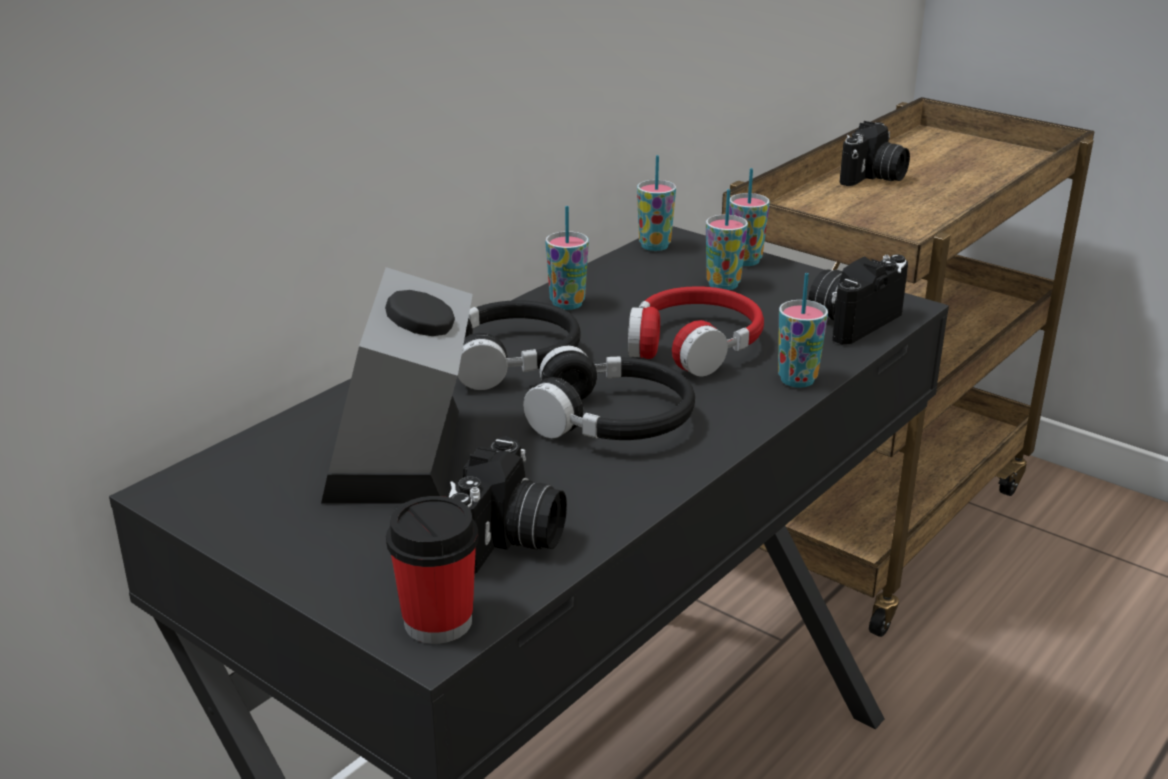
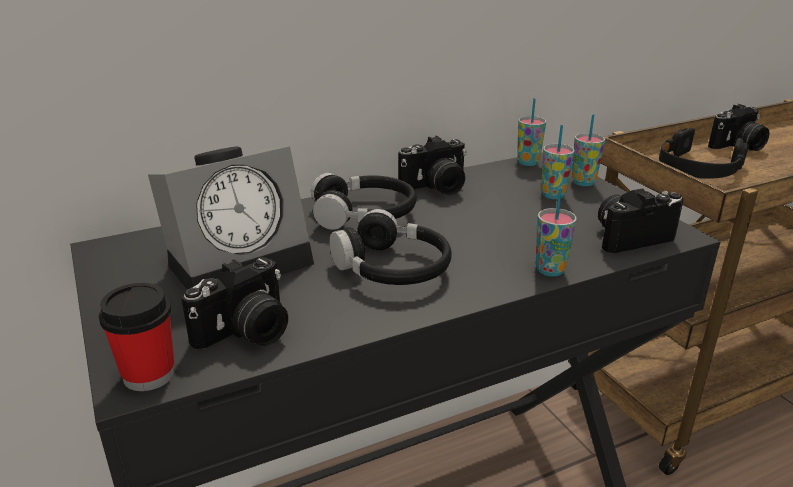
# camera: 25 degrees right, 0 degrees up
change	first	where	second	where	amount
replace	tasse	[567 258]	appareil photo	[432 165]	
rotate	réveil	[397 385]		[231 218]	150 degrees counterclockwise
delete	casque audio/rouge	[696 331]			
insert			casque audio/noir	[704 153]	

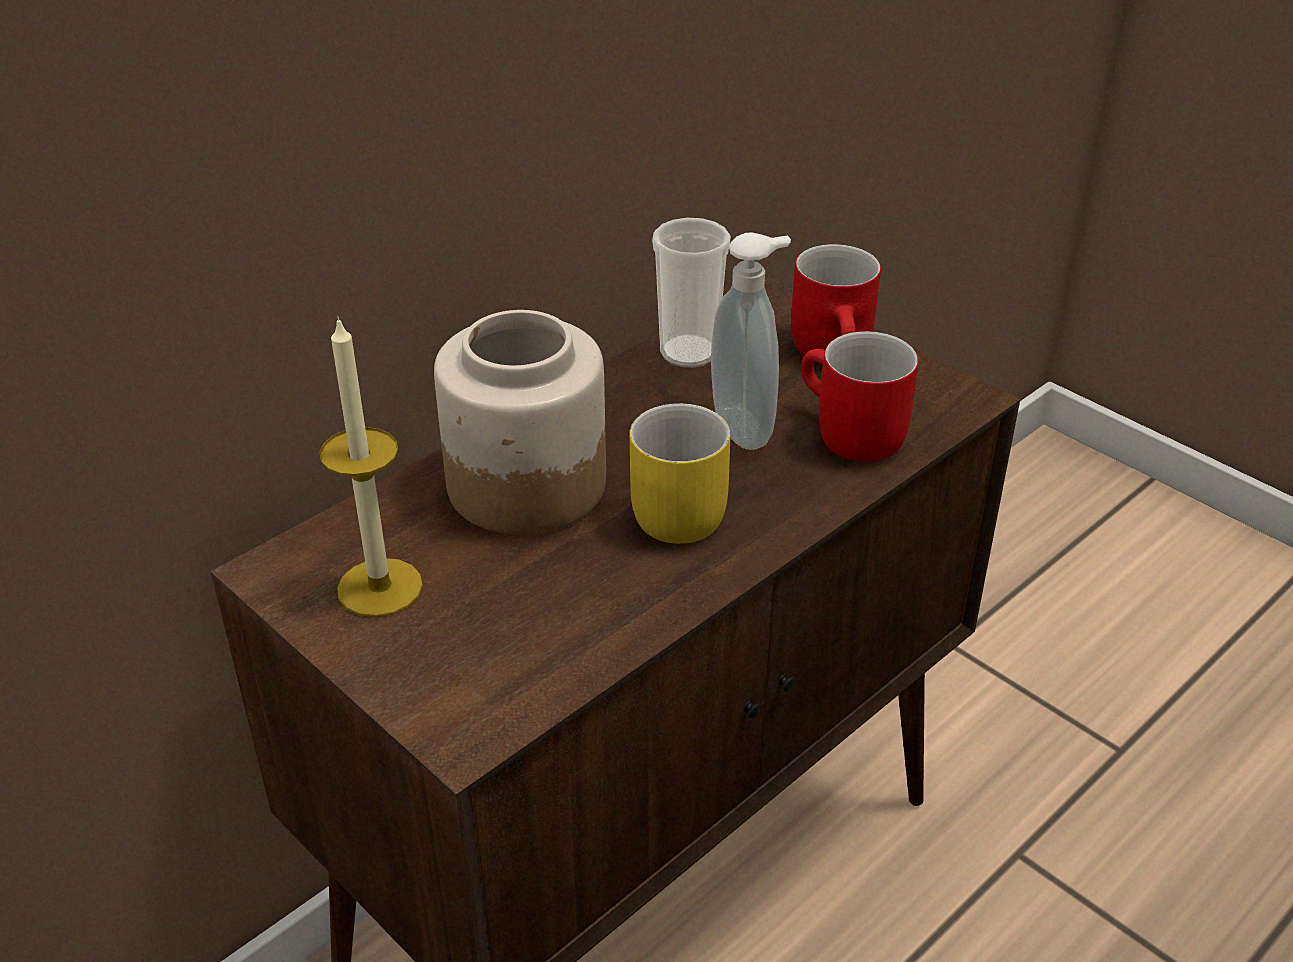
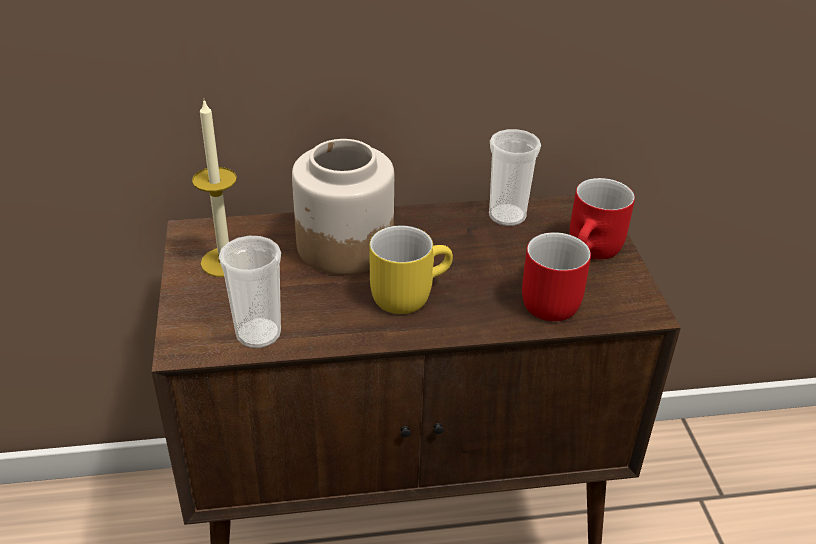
# camera: 35 degrees right, 0 degrees up
change	first	where	second	where	amount
delete	distributeur de savon	[751 341]			
insert			tasse	[250 292]	

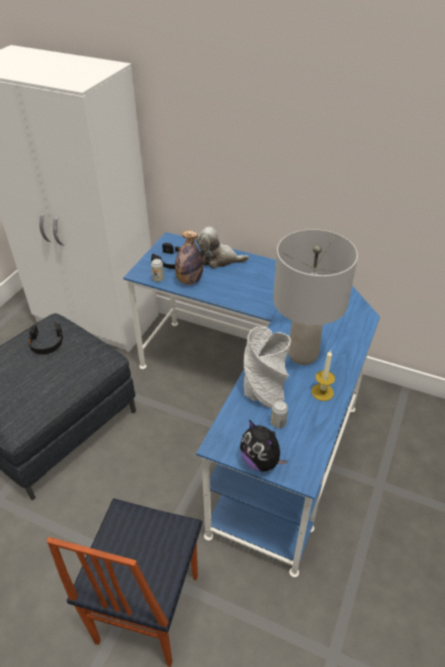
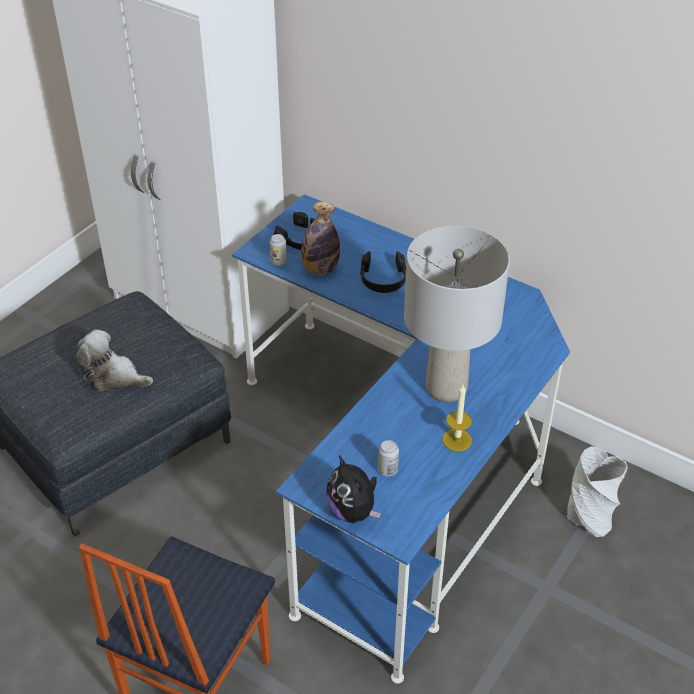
# camera: 10 degrees right, 0 degrees up
change	first	where	second	where	amount
move	peluche	[222 247]		[114 360]	
move	casque audio/noir	[45 338]		[383 272]	
move	vase/gris	[267 368]		[597 491]	

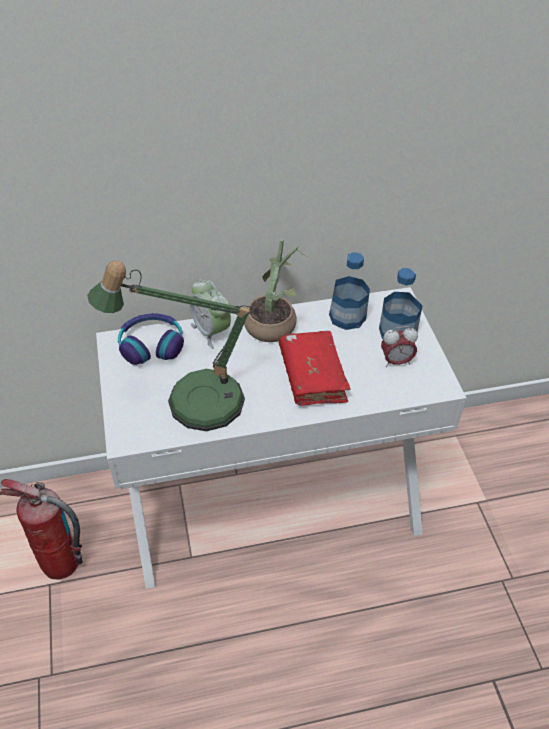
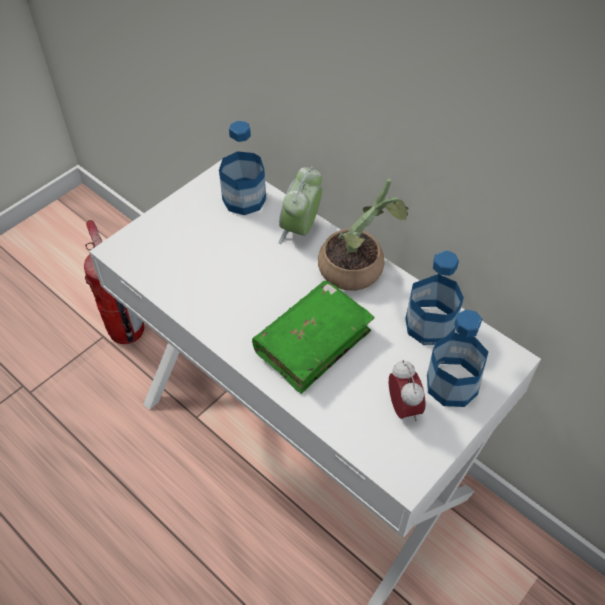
# camera: 55 degrees right, 5 degrees up
change	first	where	second	where	amount
delete	lampe de table	[171 345]			
replace	casque audio	[151 339]	bouteille	[242 168]	
rotate	réveil	[399 346]		[407 390]	150 degrees counterclockwise
recolor	livre/rouge	[315 368]	livre/vert	[313 337]	

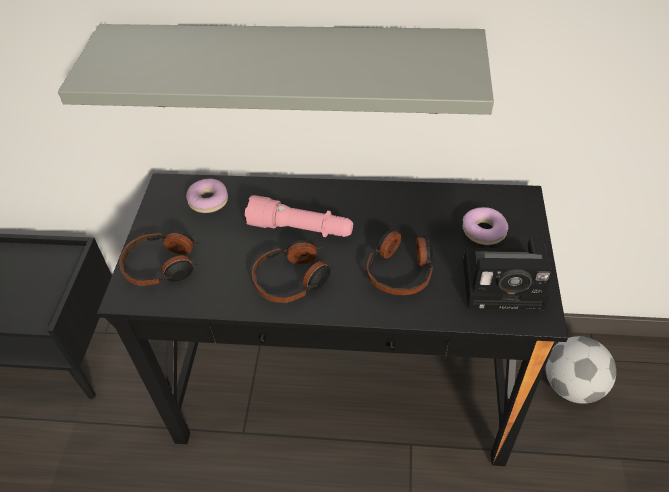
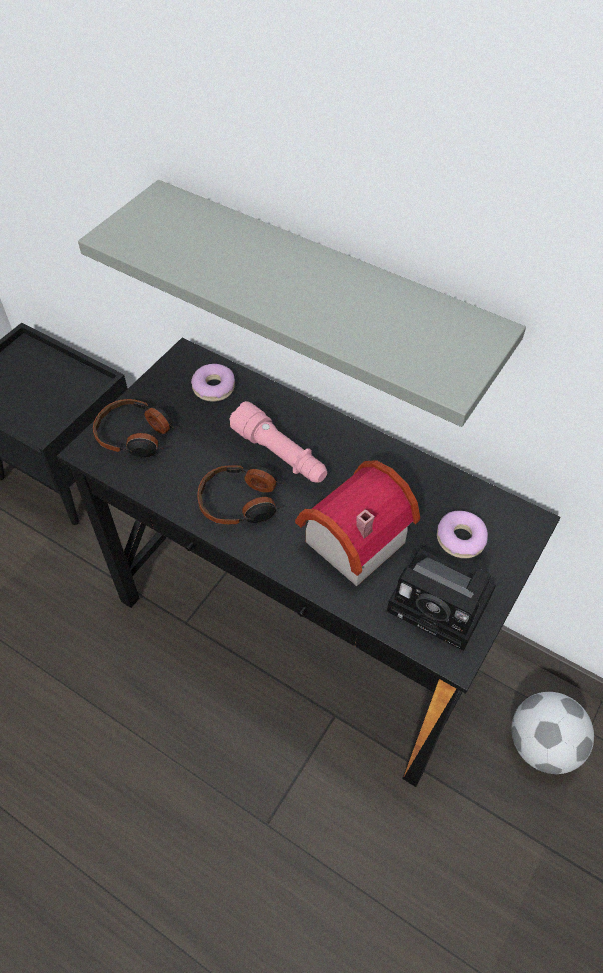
# camera: 25 degrees right, 5 degrees up
change	first	where	second	where	amount
replace	casque audio	[400 262]	maison miniature	[357 523]	

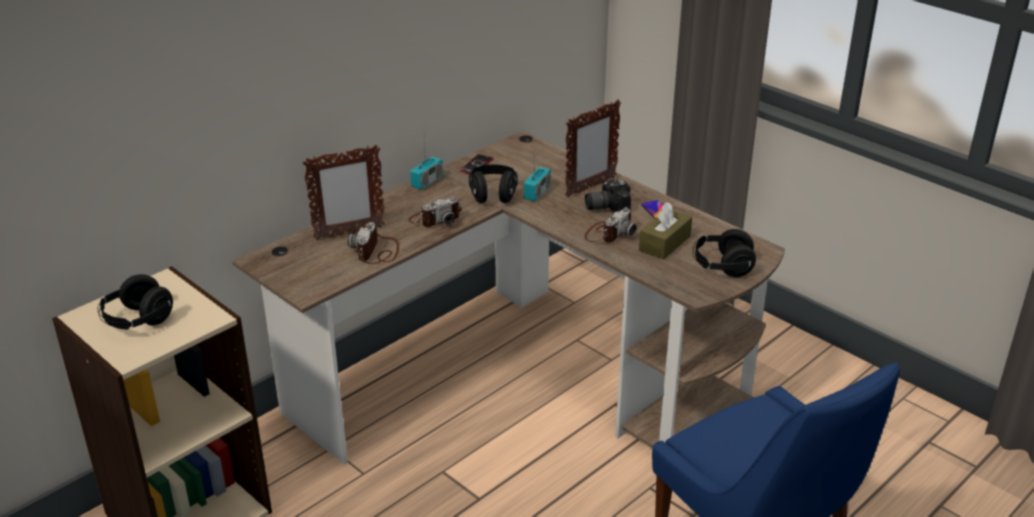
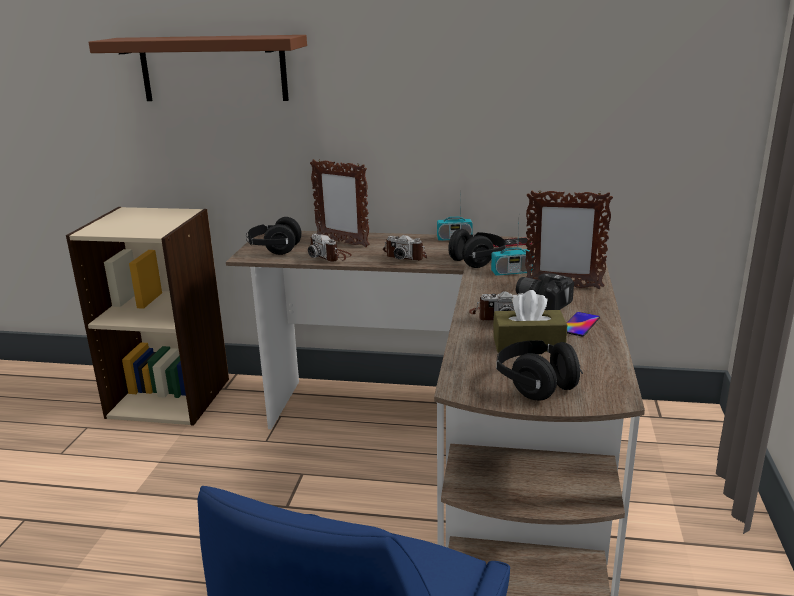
# camera: 55 degrees right, 10 degrees down
change	first	where	second	where	amount
rotate	appareil photo	[373 243]		[330 248]	105 degrees counterclockwise
move	casque audio/noir	[135 302]		[274 236]	
insert			étagère/marron	[197 68]	

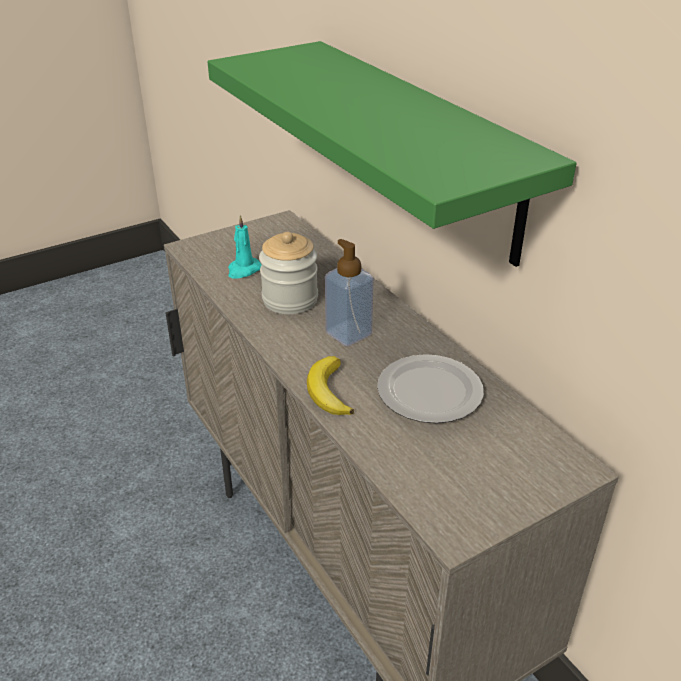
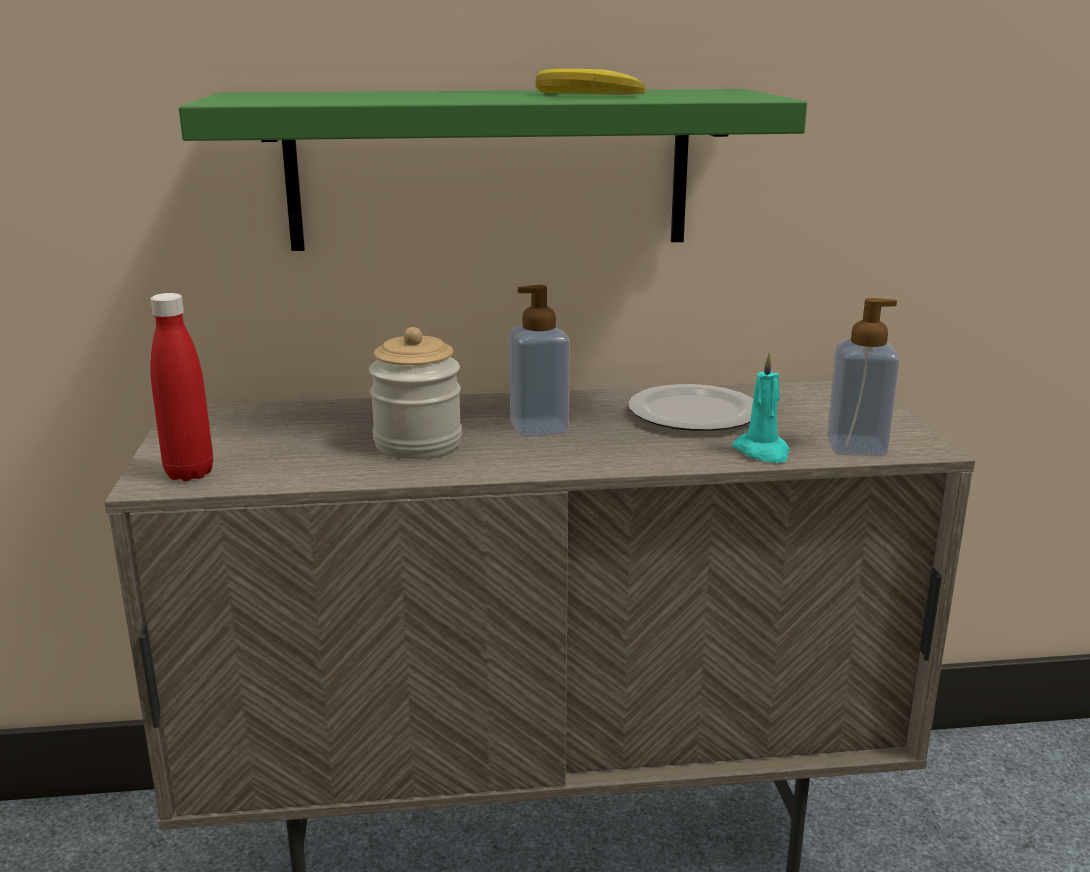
# camera: 65 degrees left, 15 degrees down
change	first	where	second	where	amount
move	bougie/turquoise	[244 247]		[761 407]	
move	banane	[330 385]		[590 82]	
insert			bouteille/rouge	[181 387]	
insert			distributeur de savon	[863 377]	

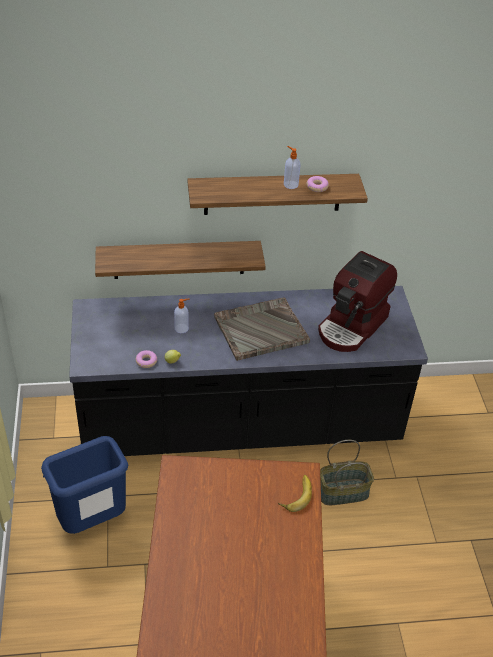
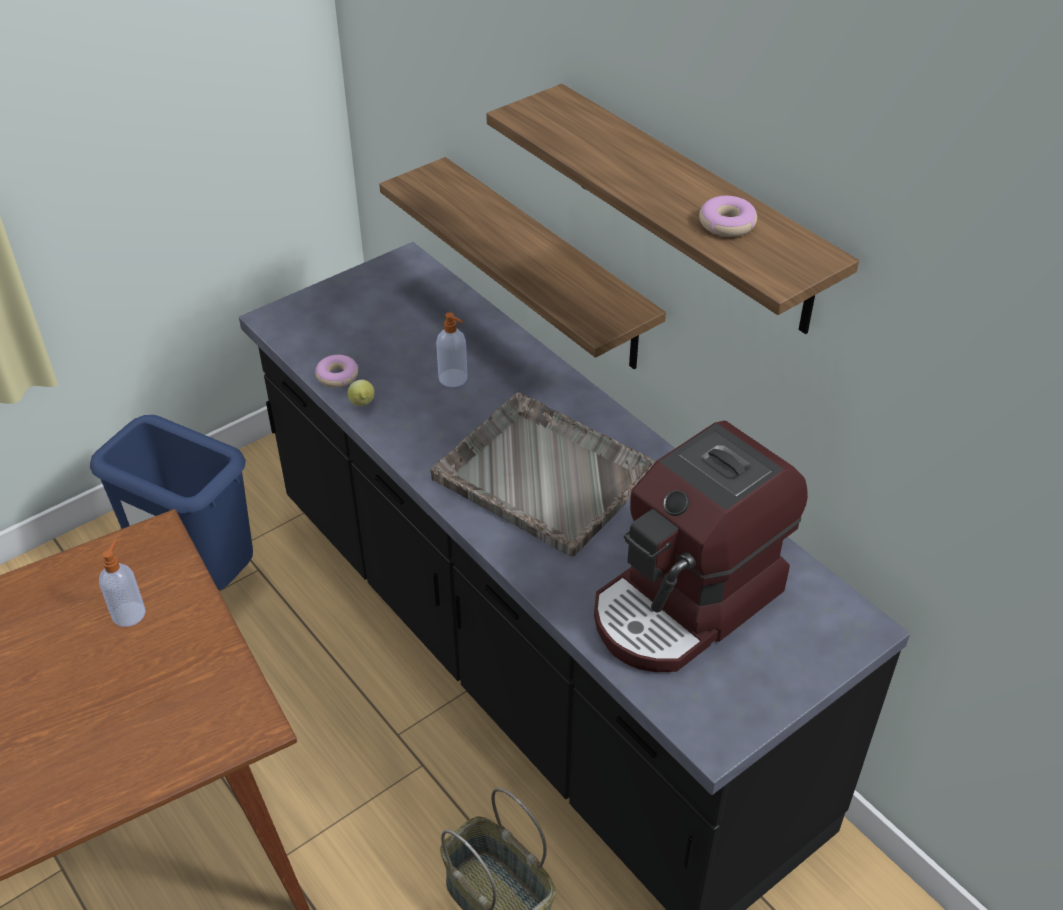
# camera: 60 degrees right, 0 degrees up
change	first	where	second	where	amount
move	distributeur de savon	[292 167]		[122 583]	
rotate	machine à café	[357 301]		[701 546]	45 degrees counterclockwise
delete	banane	[295 493]			

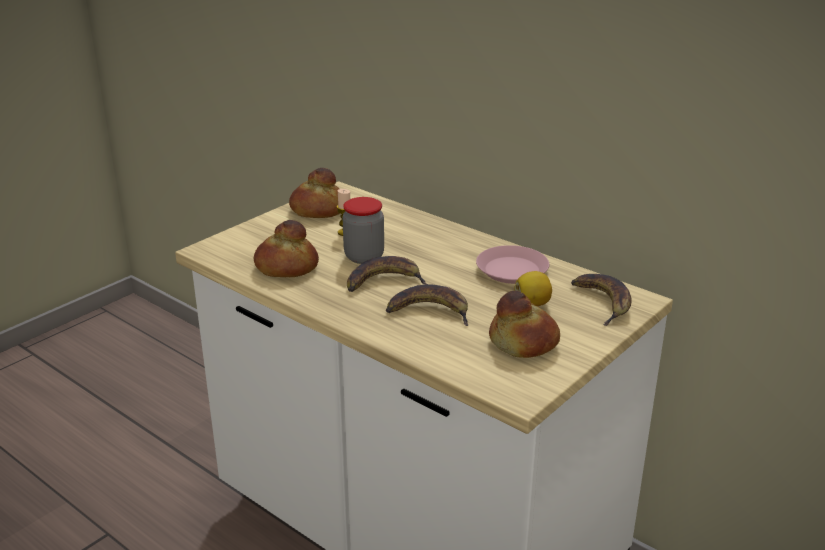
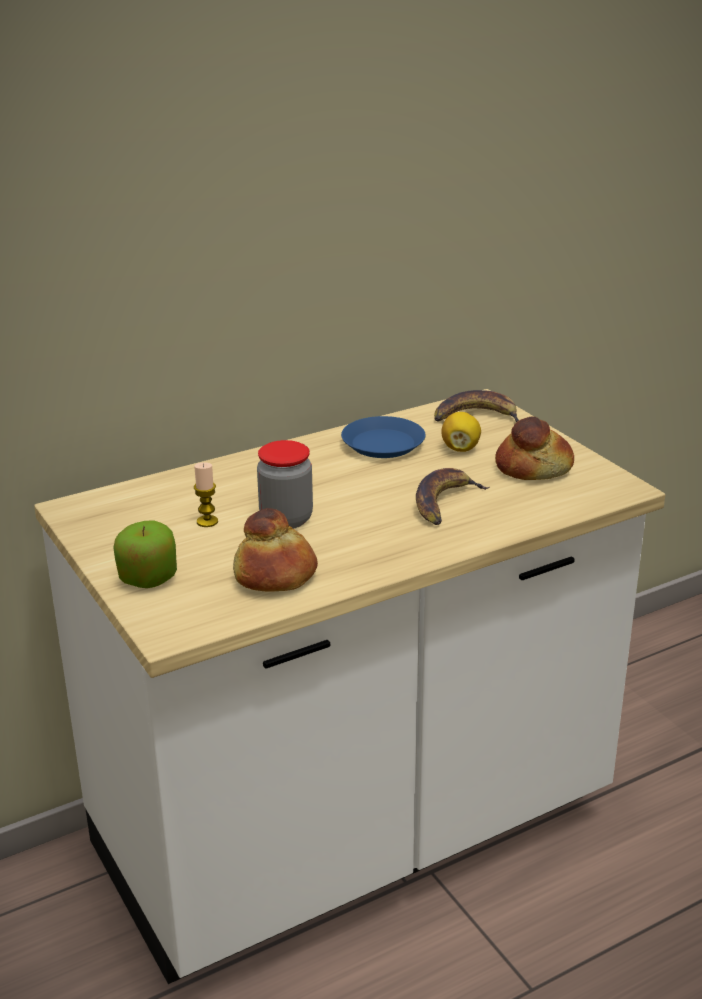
# camera: 70 degrees left, 0 degrees up
change	first	where	second	where	amount
delete	pain	[314 193]			
recolor	assiette/rose	[512 264]	assiette/bleu	[383 437]	
delete	banane	[388 274]			
insert			pomme	[145 554]	

